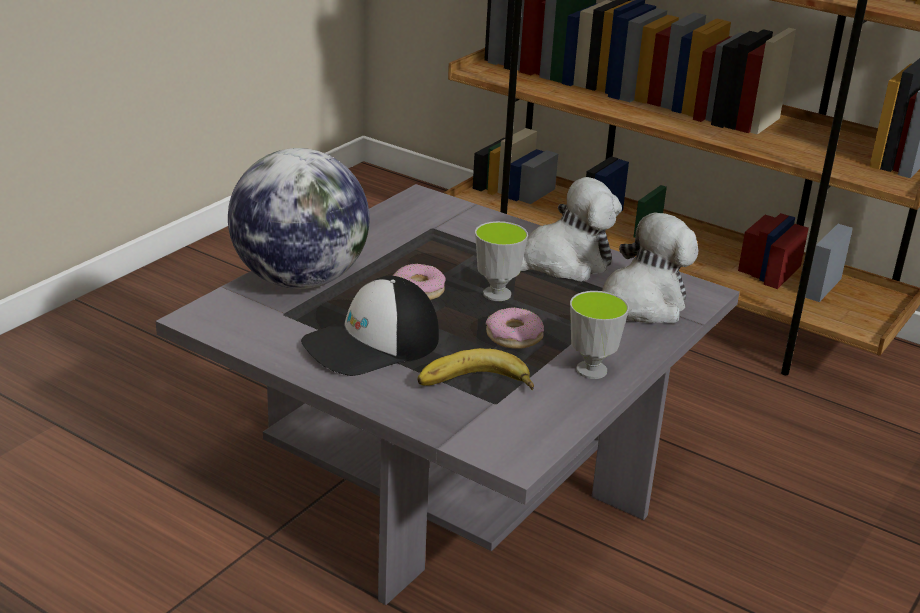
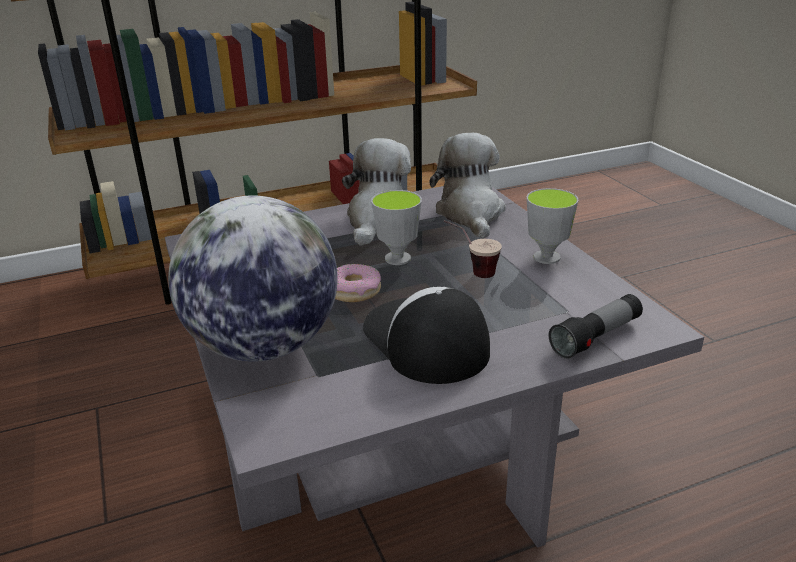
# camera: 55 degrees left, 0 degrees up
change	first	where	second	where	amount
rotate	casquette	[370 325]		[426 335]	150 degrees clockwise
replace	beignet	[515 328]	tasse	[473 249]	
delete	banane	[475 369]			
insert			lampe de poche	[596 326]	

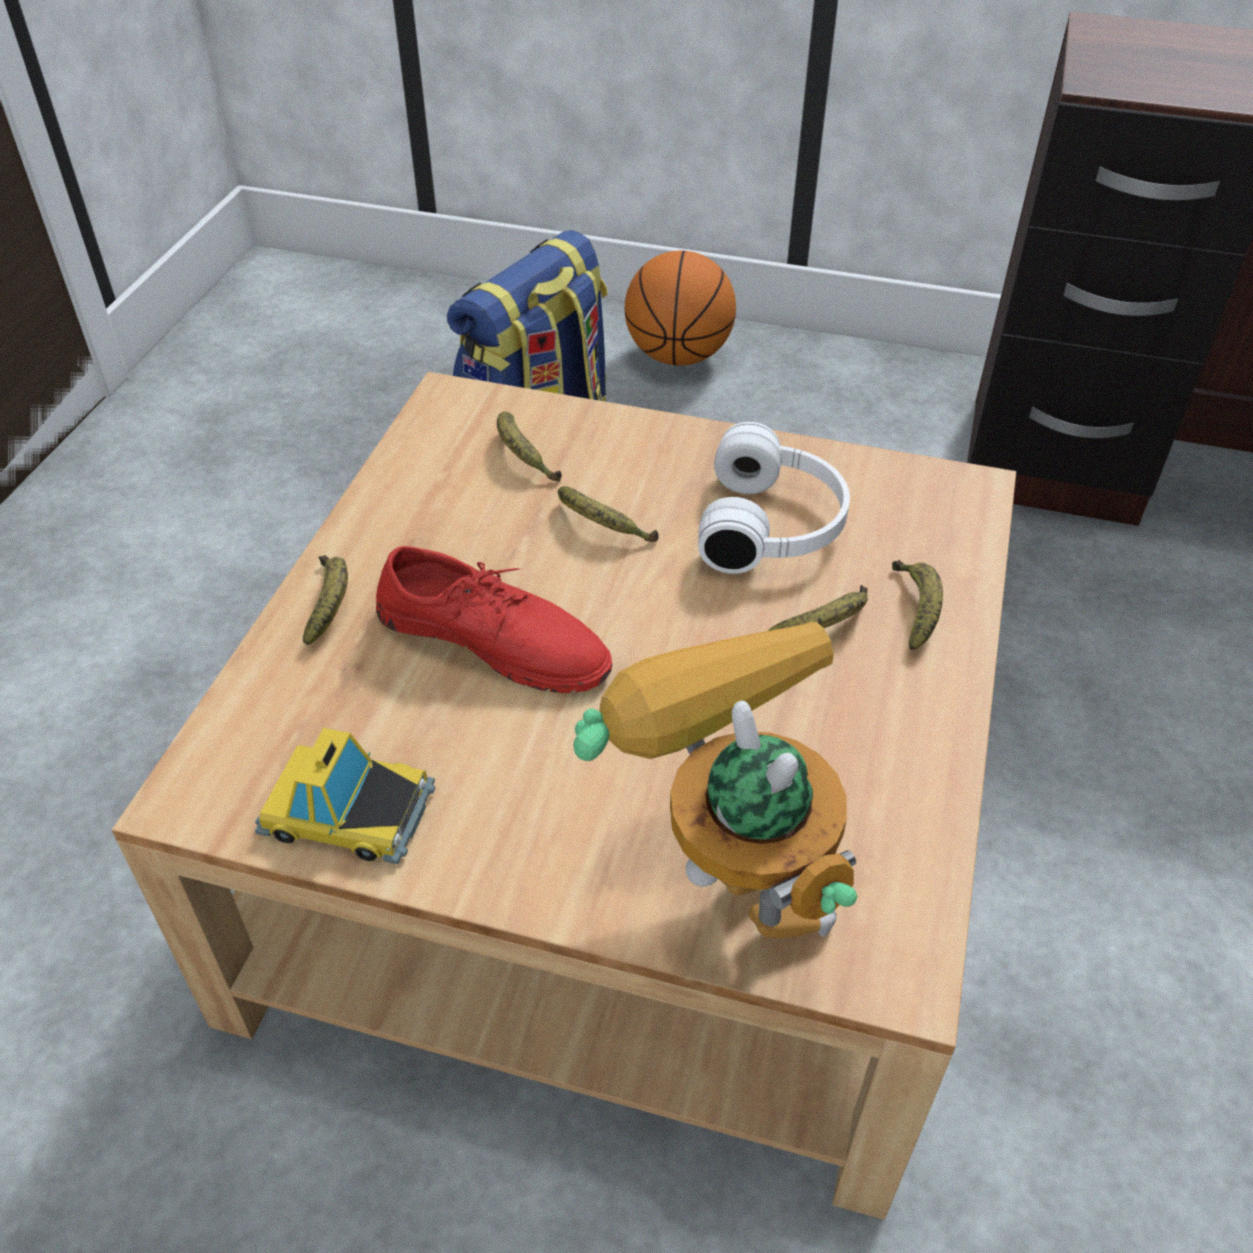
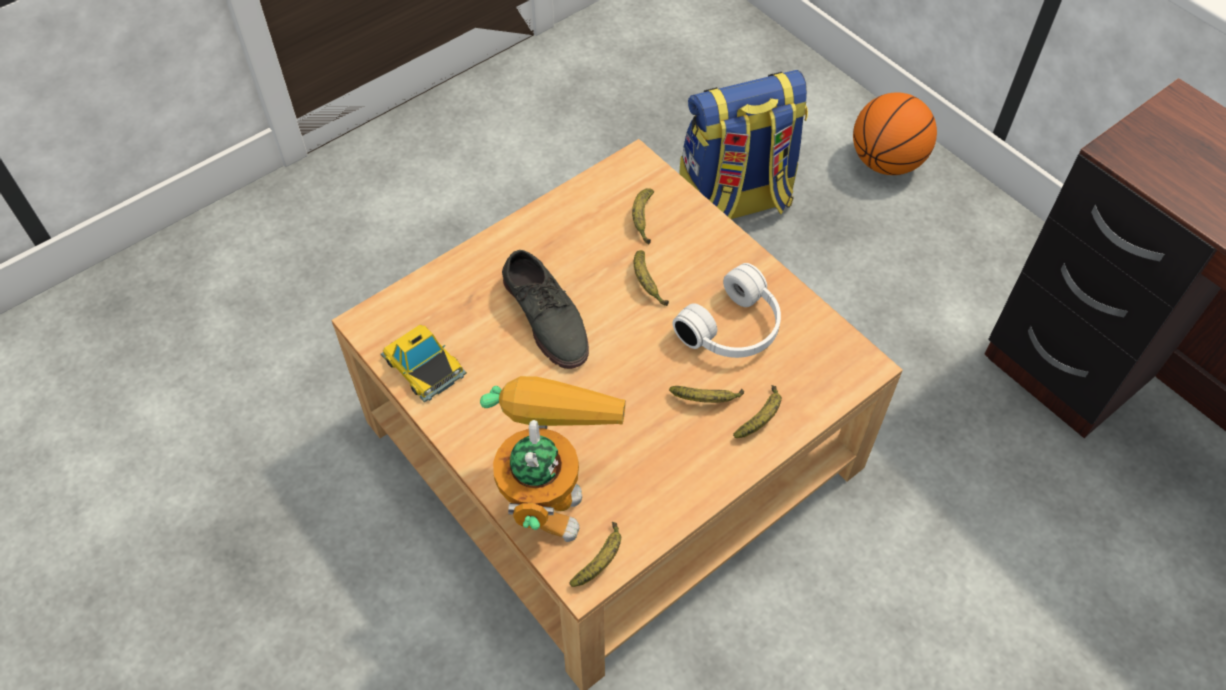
# camera: 35 degrees right, 10 degrees up
change	first	where	second	where	amount
recolor	chaussure/rouge	[494 619]	chaussure/gris	[545 309]	
move	banane	[325 600]		[595 554]	

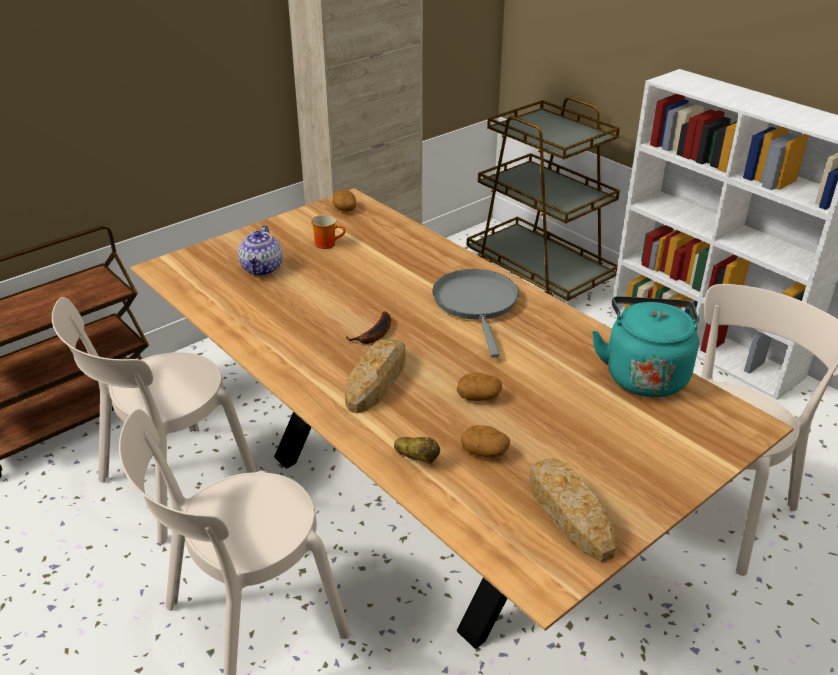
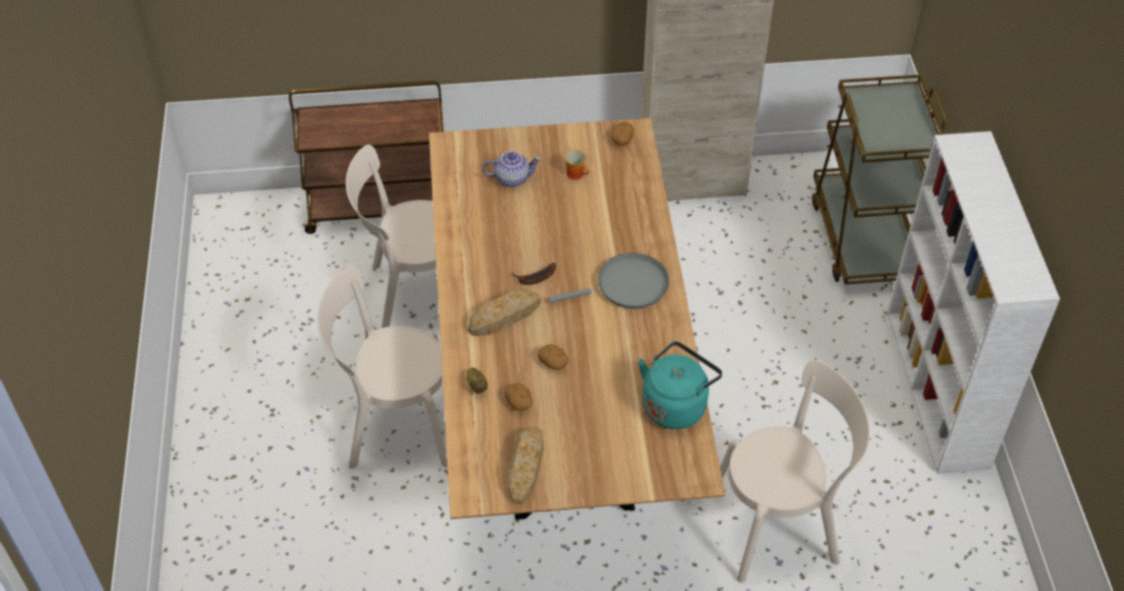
# camera: 35 degrees right, 15 degrees up
change	first	where	second	where	amount
rotate	théière	[260 250]		[511 169]	135 degrees counterclockwise
rotate	poêle/gris	[475 313]		[609 281]	45 degrees clockwise

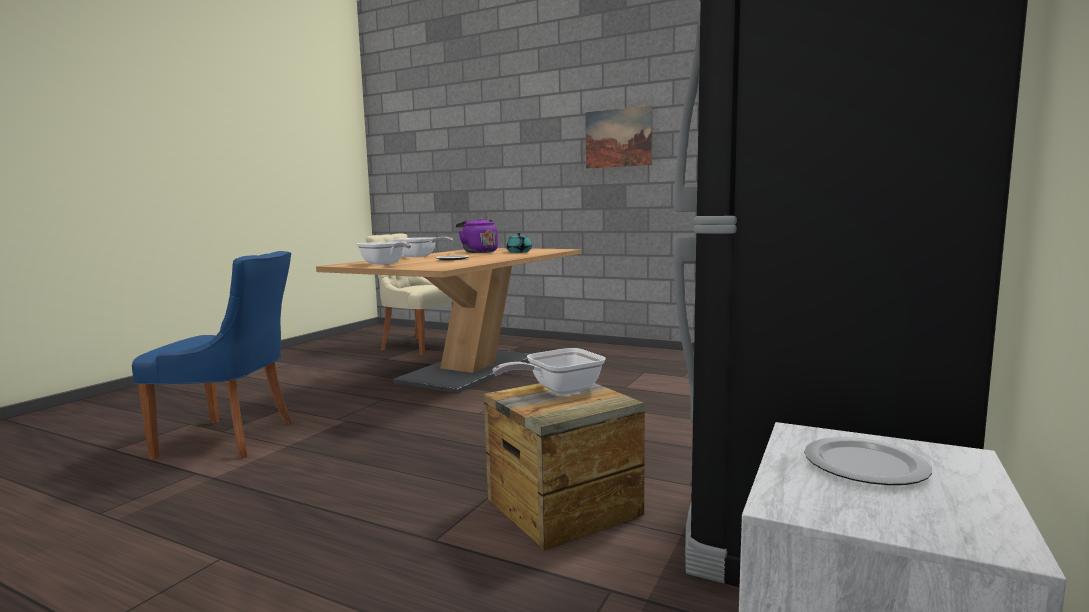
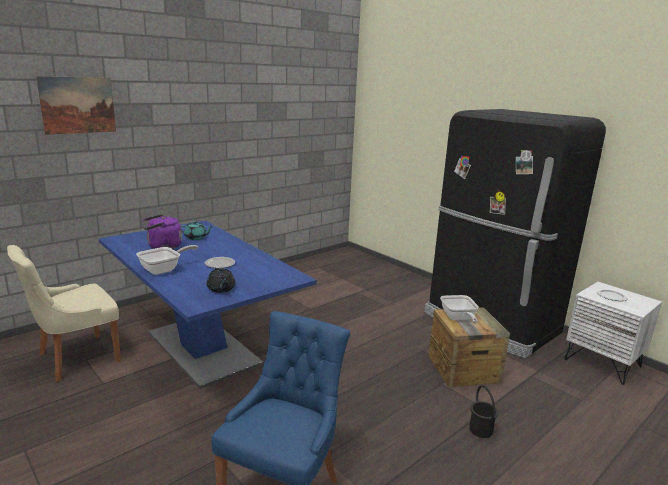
# camera: 70 degrees left, 10 degrees up
change	first	where	second	where	amount
move	tableau	[619 137]		[76 105]	
replace	poêle	[384 253]	théière/noir	[220 280]	
recolor	table à manger/marron	[449 320]	table à manger/bleu	[207 305]	
insert			seau/noir	[483 411]	

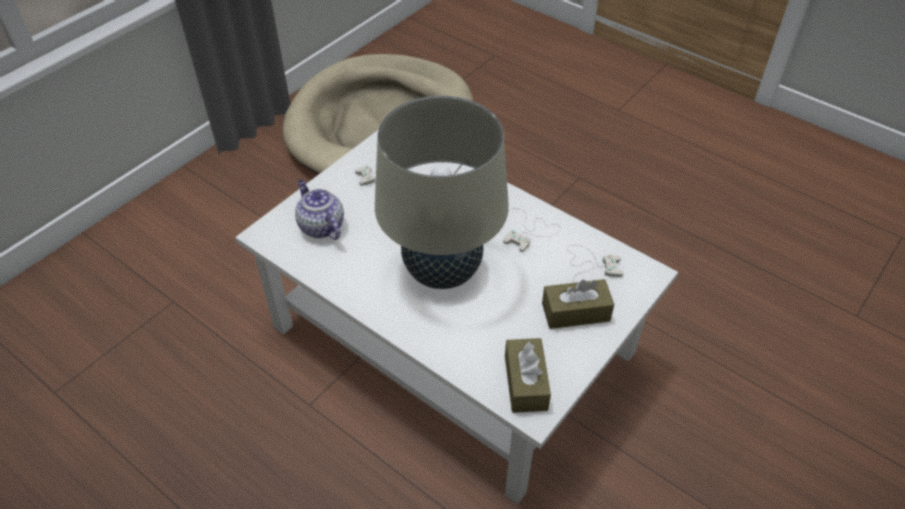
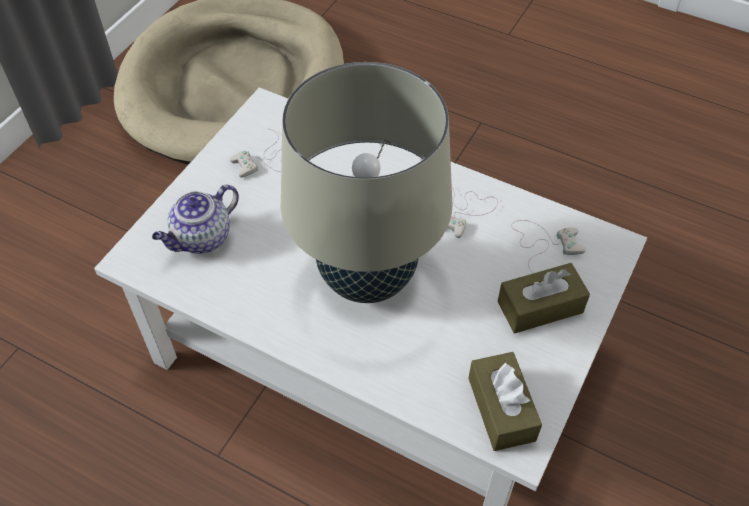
# camera: 10 degrees left, 5 degrees up
change	first	where	second	where	amount
rotate	théière	[319 210]		[195 219]	90 degrees counterclockwise

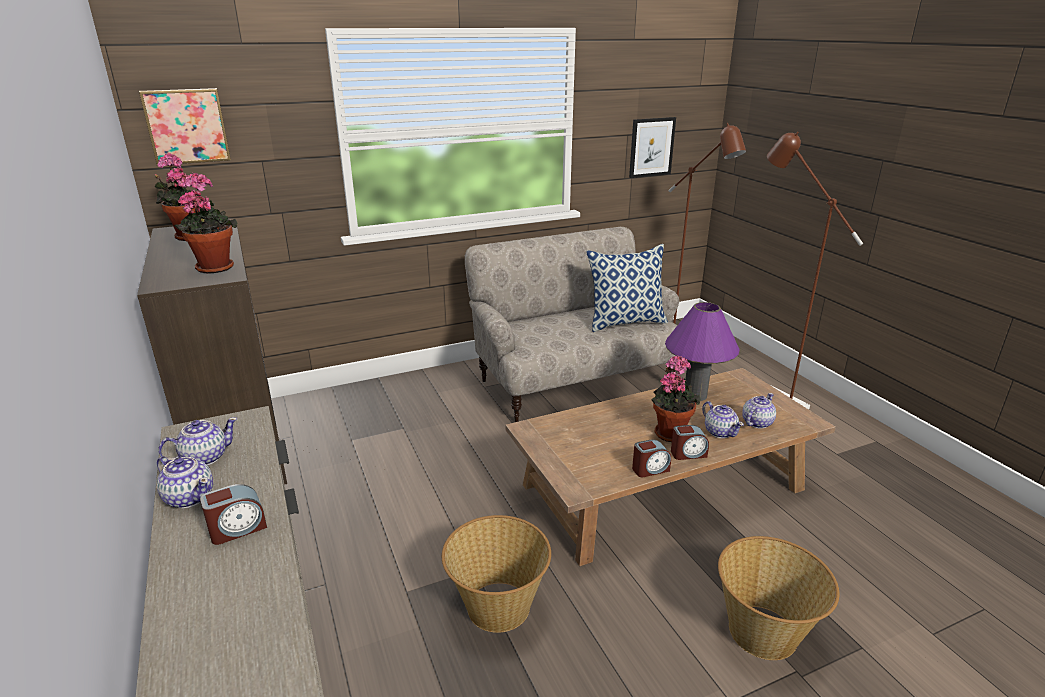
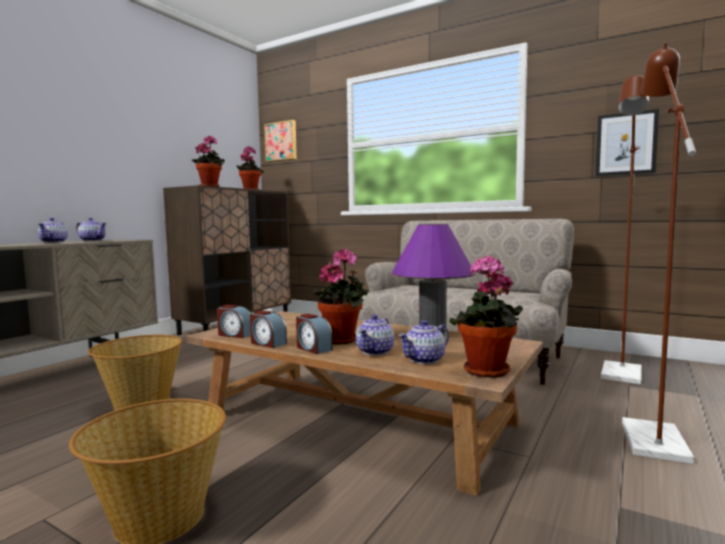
# camera: 55 degrees right, 20 degrees down
change	first	where	second	where	amount
delete	coussin	[627 288]			
rotate	théière	[759 410]		[423 342]	135 degrees clockwise
move	réveil	[233 514]		[234 321]	
insert			plante en pot	[486 316]	

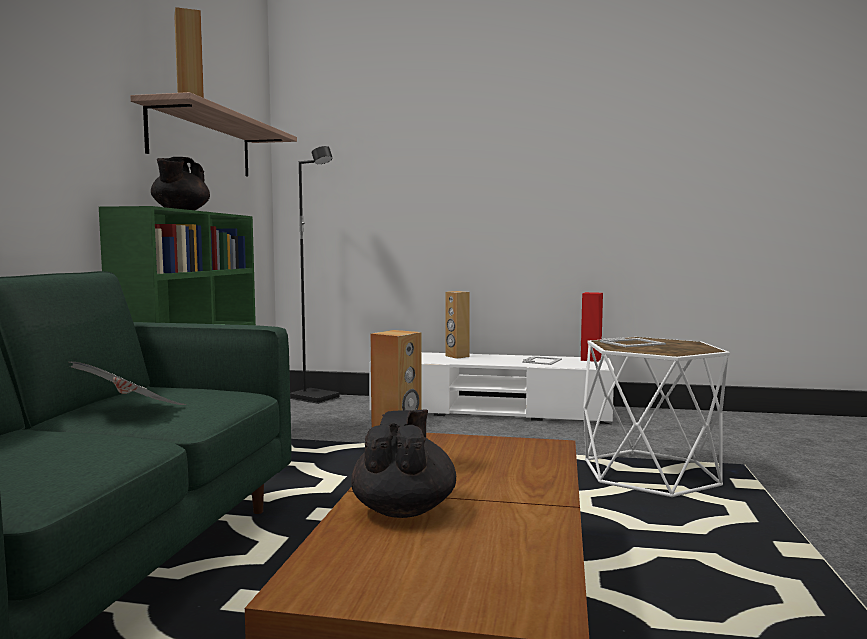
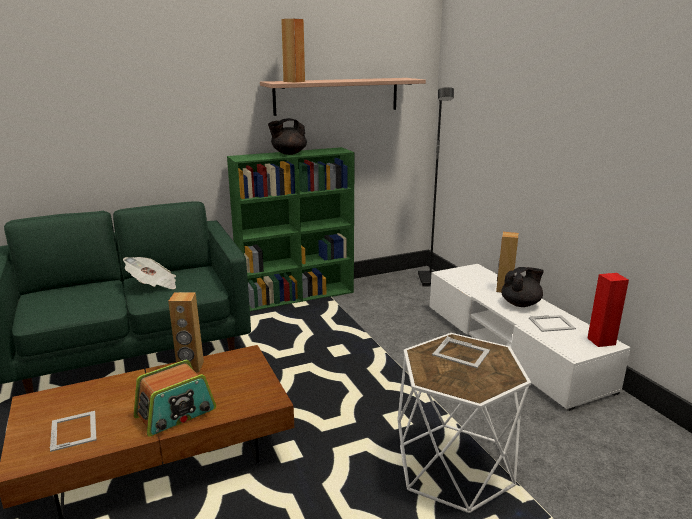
# camera: 55 degrees right, 15 degrees up
change	first	where	second	where	amount
move	théière/noir	[403 463]		[522 287]	
insert			radio	[174 398]	
insert			cadre photo	[73 431]	

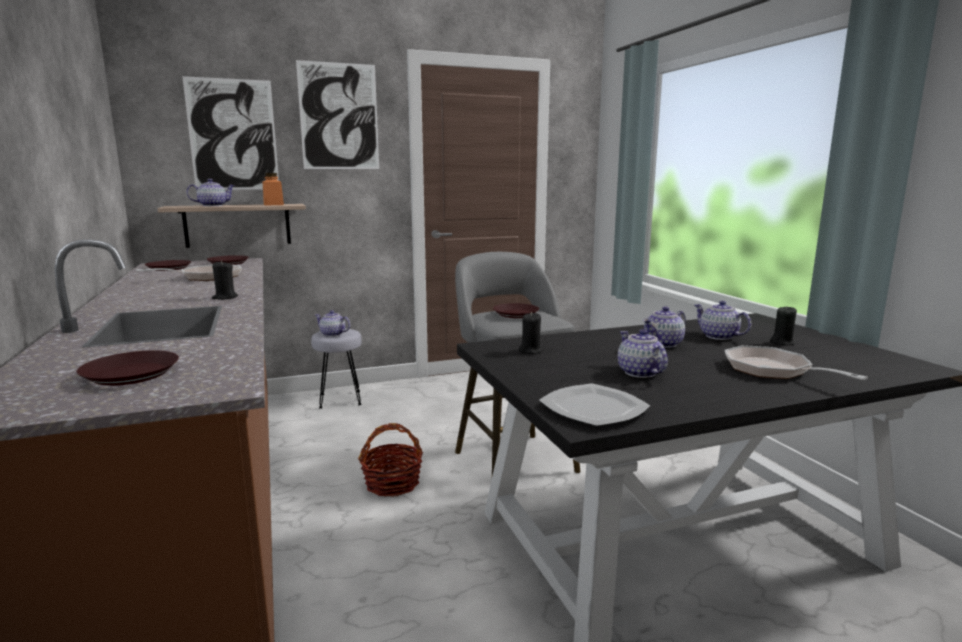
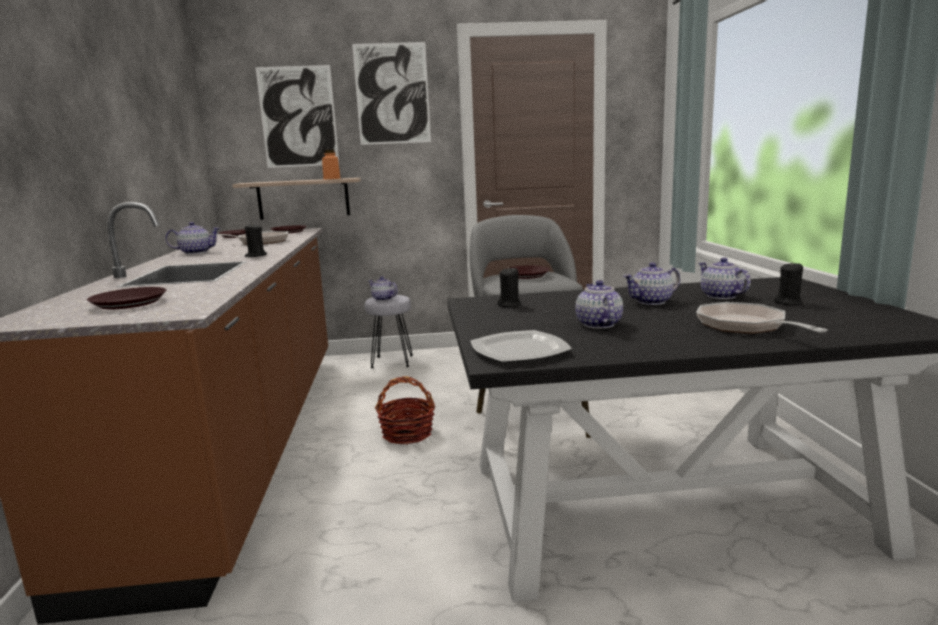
# camera: 15 degrees right, 0 degrees up
change	first	where	second	where	amount
move	théière	[210 192]		[193 238]	

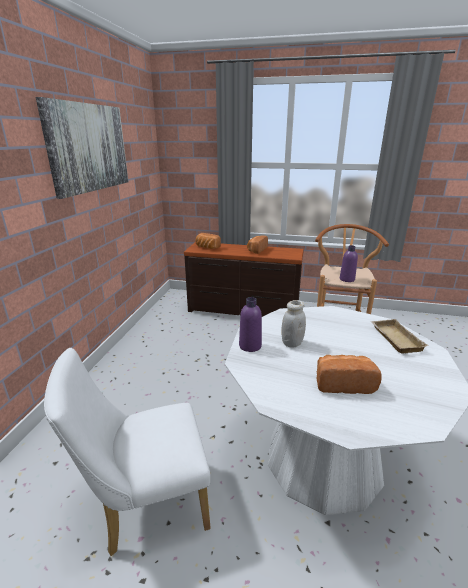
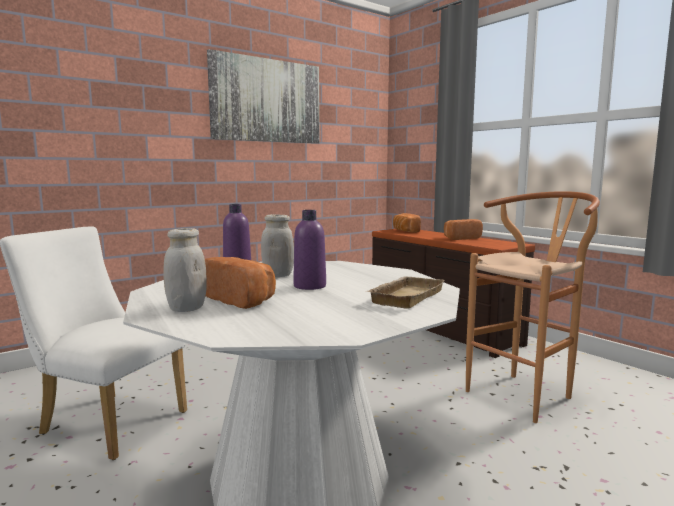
# camera: 40 degrees right, 15 degrees down
change	first	where	second	where	amount
move	bouteille/violet	[349 263]		[309 250]	
insert			bocal/blanc	[185 270]	

